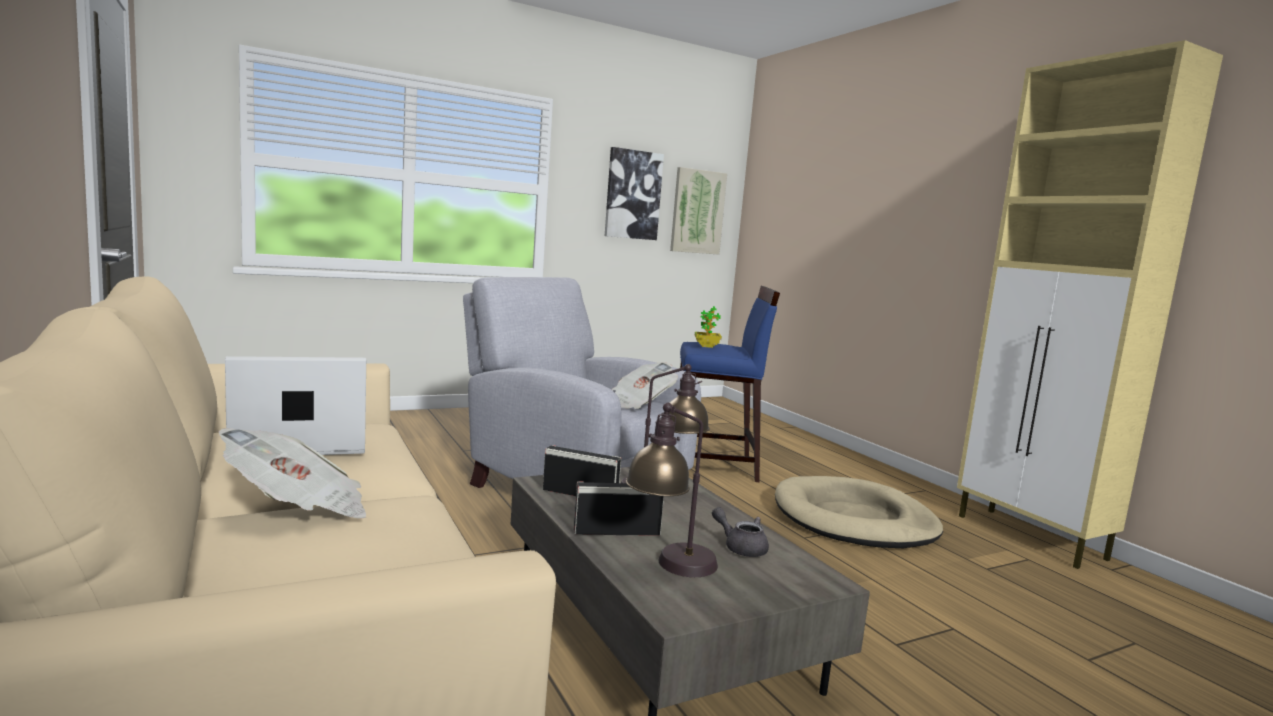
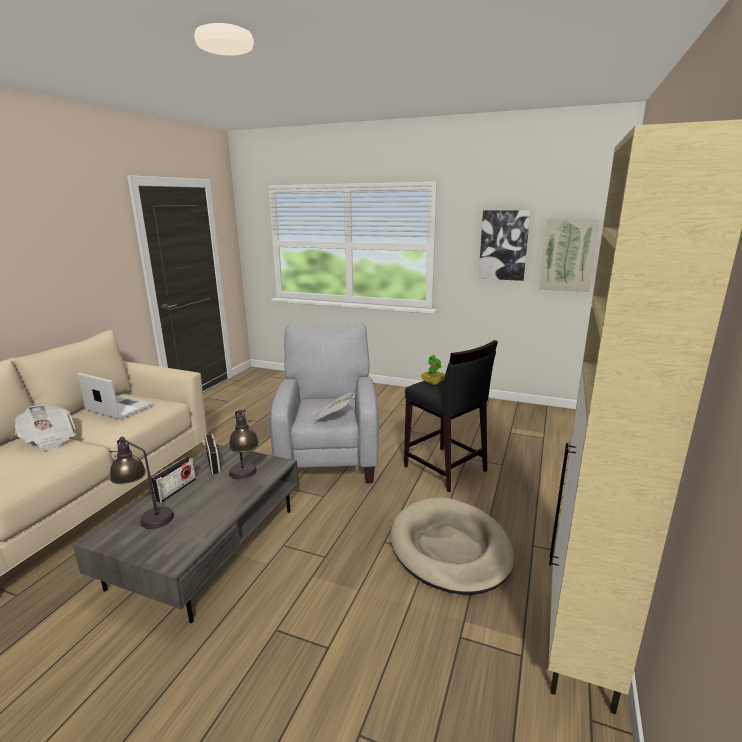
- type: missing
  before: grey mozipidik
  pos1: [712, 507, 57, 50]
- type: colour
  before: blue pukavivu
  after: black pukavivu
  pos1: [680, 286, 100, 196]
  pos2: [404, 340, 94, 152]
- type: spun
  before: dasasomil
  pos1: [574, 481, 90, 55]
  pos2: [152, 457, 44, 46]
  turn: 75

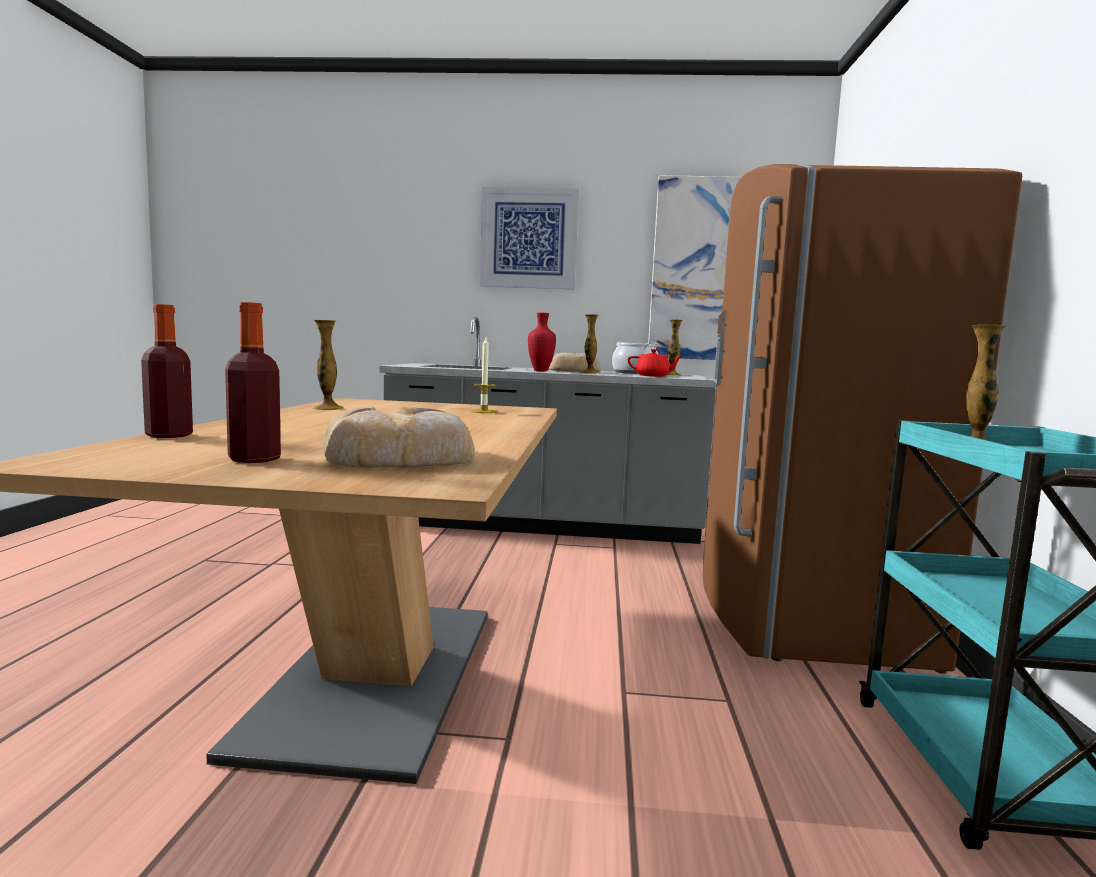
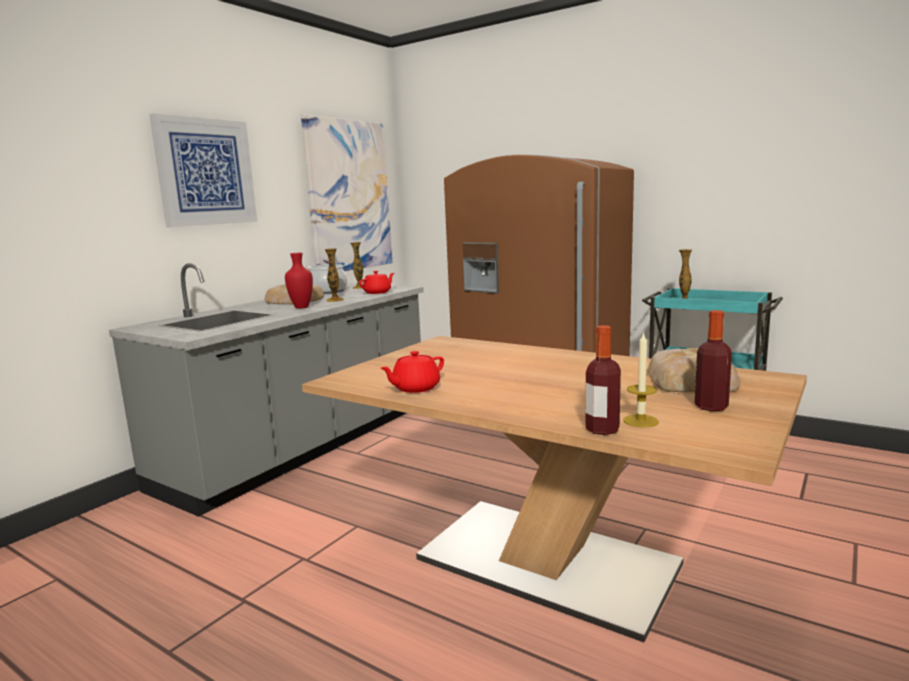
- type: relocated
  before: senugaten
  pos1: [470, 338, 28, 75]
  pos2: [624, 331, 35, 96]
- type: exchanged
  before: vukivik
  after: red mozipidik
  pos1: [312, 320, 32, 90]
  pos2: [381, 351, 63, 42]

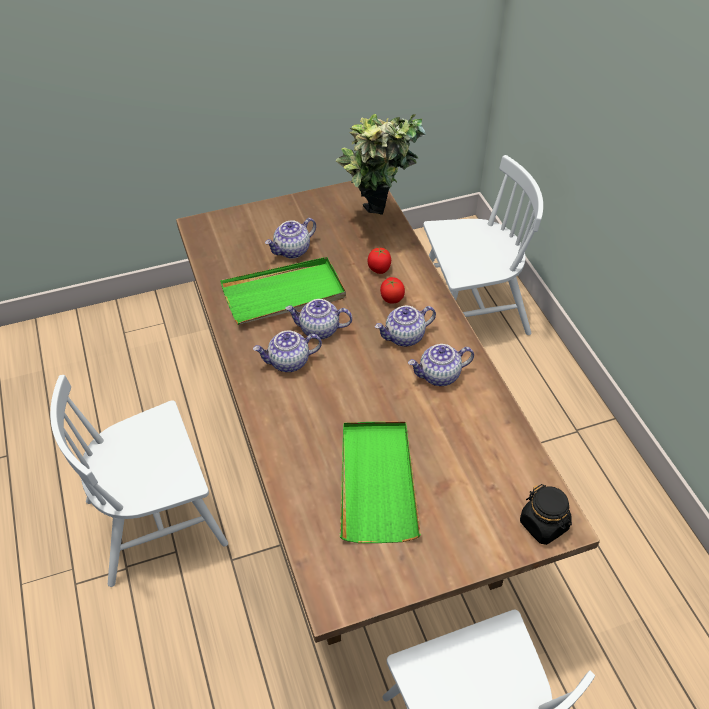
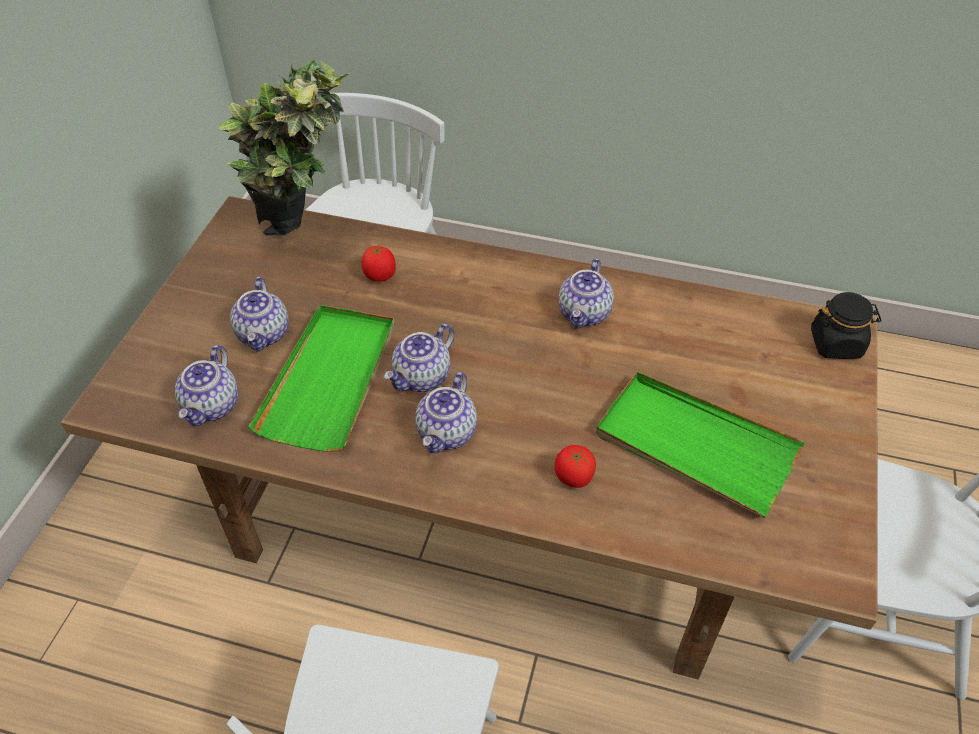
- type: relocated
  before: mozipidik
  pos1: [375, 306, 61, 41]
  pos2: [175, 345, 63, 81]
- type: relocated
  before: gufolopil
  pos1: [380, 277, 25, 27]
  pos2: [555, 445, 41, 43]

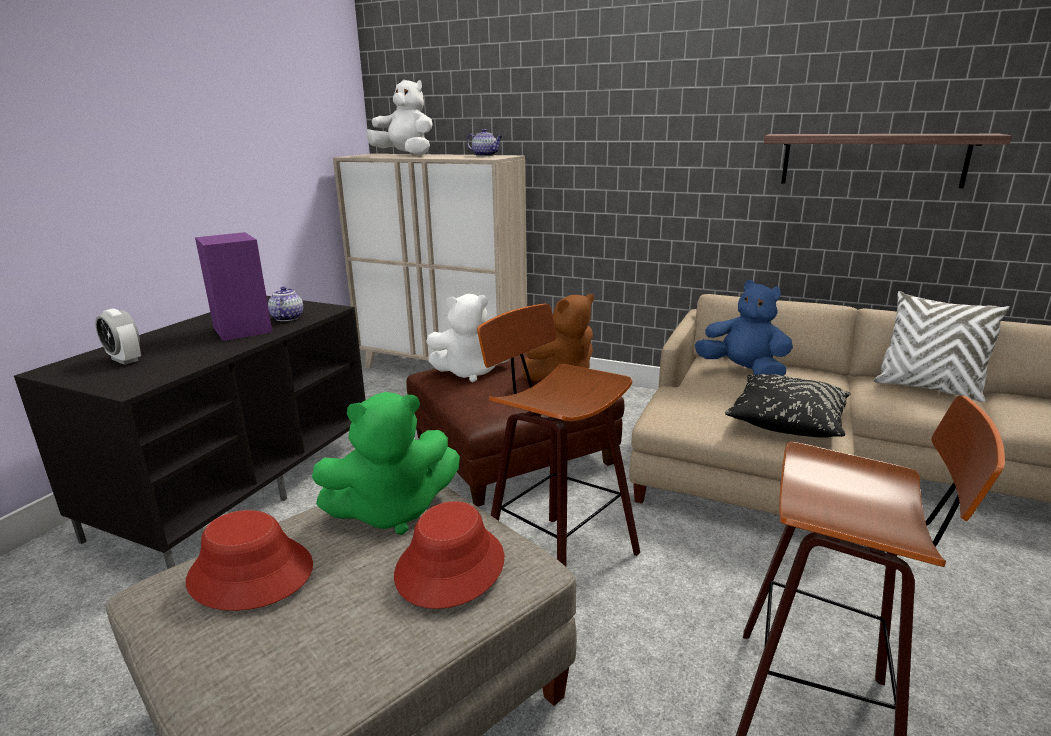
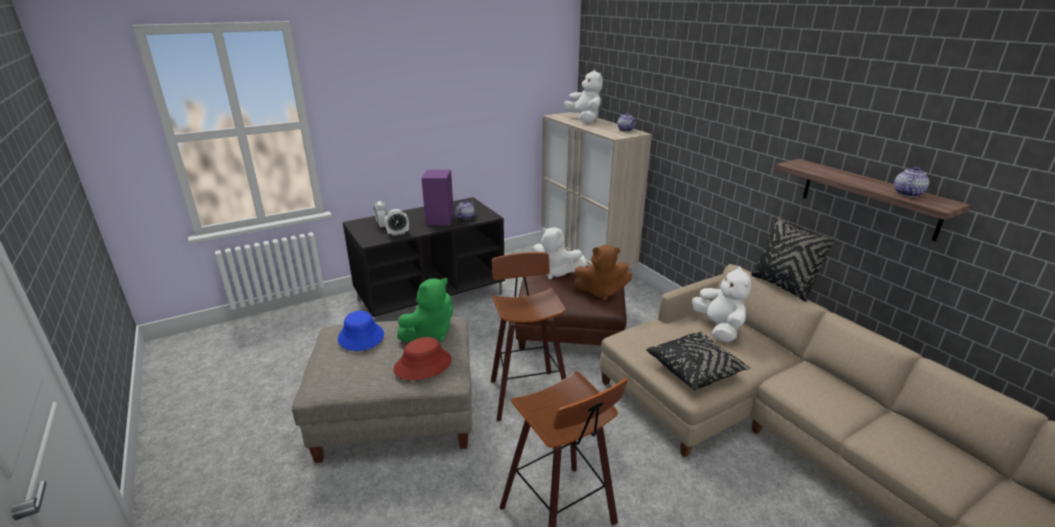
- type: missing
  before: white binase
  pos1: [874, 291, 136, 111]
- type: appeared
  after: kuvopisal
  pos2: [384, 209, 25, 27]
- type: appeared
  after: black binase
  pos2: [751, 217, 85, 85]
- type: appeared
  after: mozipidik
  pos2: [894, 167, 35, 30]
- type: colour
  before: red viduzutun
  after: blue viduzutun
  pos1: [186, 510, 127, 101]
  pos2: [338, 311, 46, 40]
- type: colour
  before: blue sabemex
  after: white sabemex
  pos1: [695, 280, 98, 96]
  pos2: [692, 266, 59, 77]
- type: spun
  before: green sabemex
  pos1: [312, 392, 148, 143]
  pos2: [397, 278, 56, 64]
  turn: -60

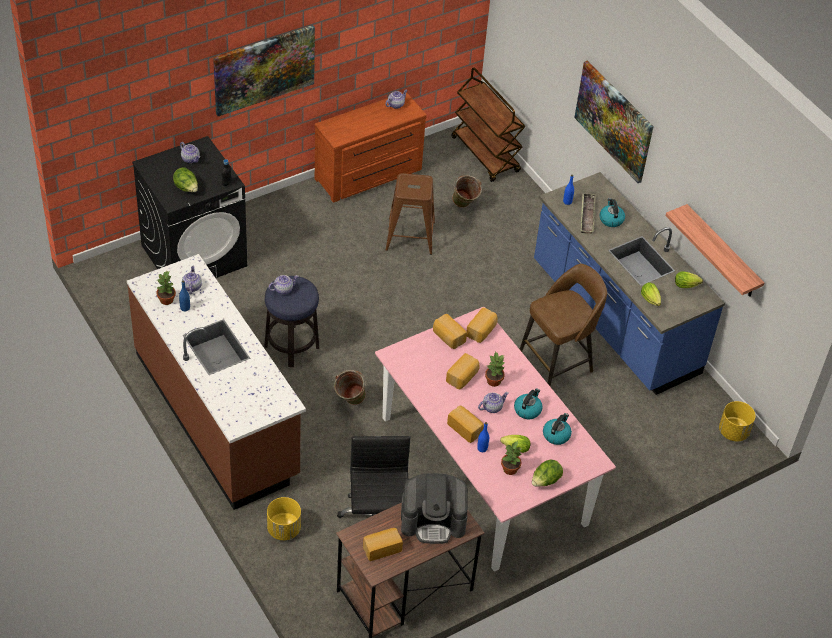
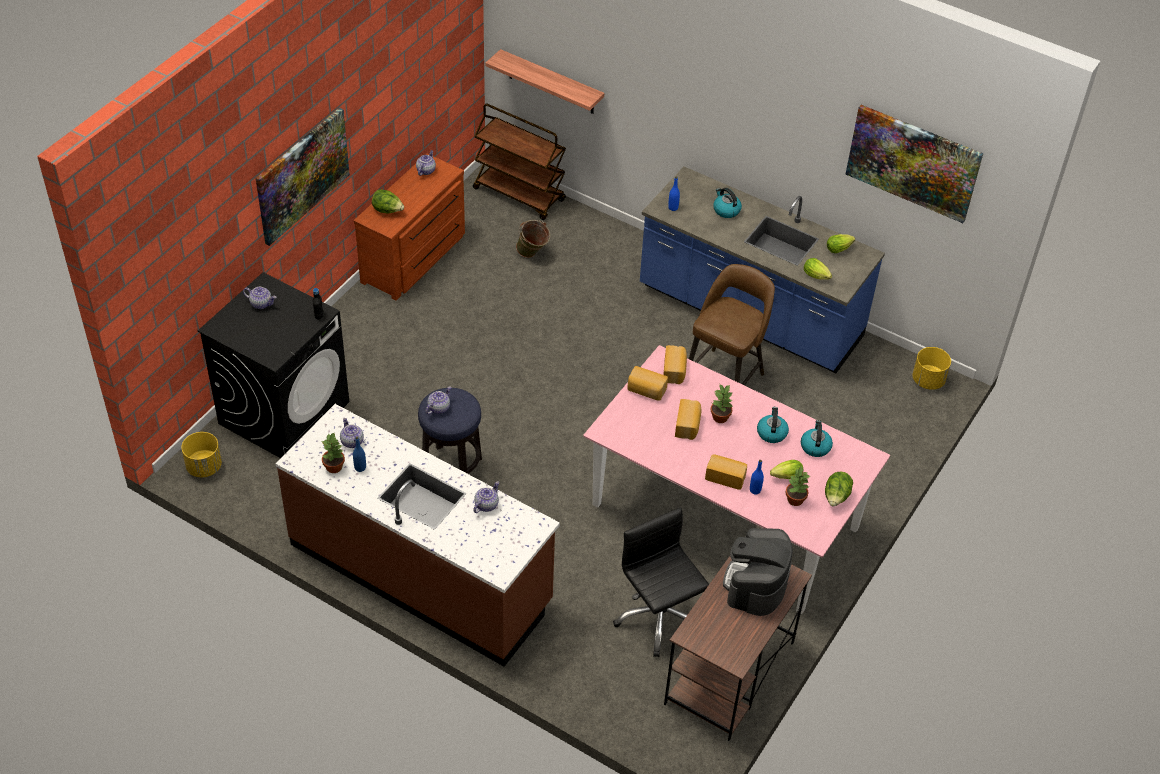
- type: missing
  before: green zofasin
  pos1: [334, 370, 32, 35]
- type: missing
  before: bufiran
  pos1: [363, 528, 40, 33]
- type: missing
  before: brown pukavivu
  pos1: [385, 173, 50, 82]
- type: missing
  before: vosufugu
  pos1: [581, 193, 14, 41]
- type: relocated
  before: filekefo
  pos1: [173, 167, 25, 25]
  pos2: [372, 189, 32, 24]
- type: relocated
  before: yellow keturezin
  pos1: [267, 497, 34, 43]
  pos2: [182, 432, 40, 46]
- type: relocated
  before: mozipidik
  pos1: [478, 392, 31, 21]
  pos2: [473, 481, 26, 32]
- type: relocated
  before: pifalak
  pos1: [574, 60, 80, 123]
  pos2: [846, 105, 137, 118]
- type: relocated
  before: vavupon
  pos1: [666, 204, 98, 93]
  pos2: [485, 49, 119, 65]
- type: spun
  before: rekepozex
  pos1: [401, 473, 67, 71]
  pos2: [723, 528, 69, 88]
  turn: 135

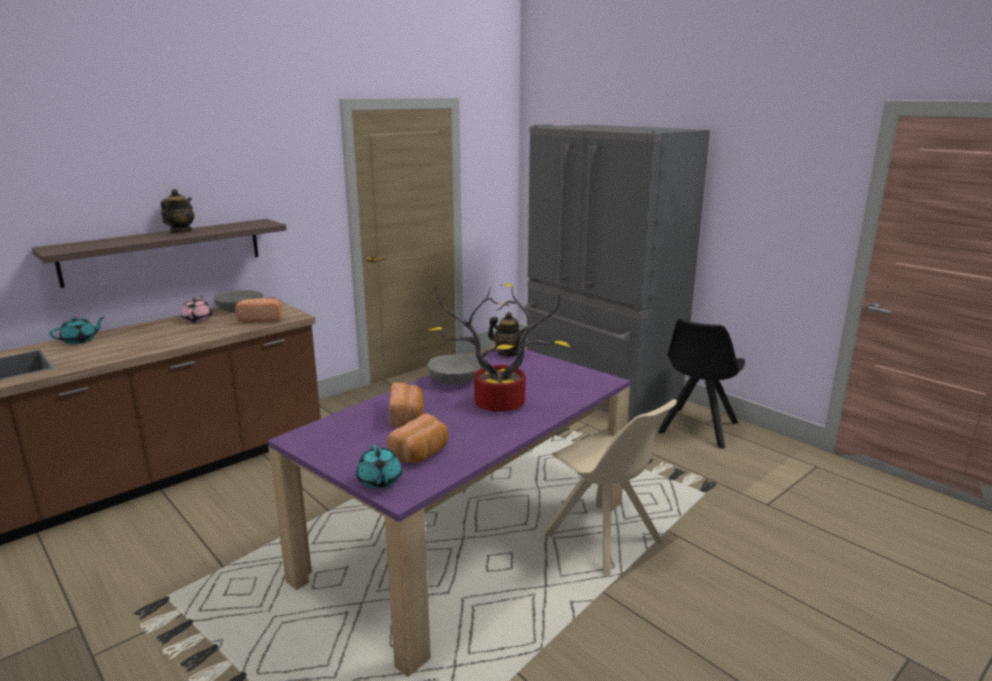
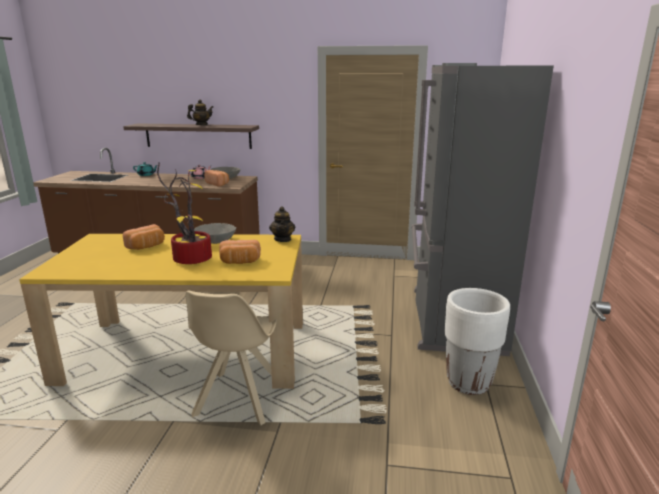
- type: missing
  before: turquoise mozipidik
  pos1: [356, 445, 46, 44]
- type: relocated
  before: bufiran
  pos1: [387, 413, 61, 50]
  pos2: [219, 240, 42, 24]
- type: exchanged
  before: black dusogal
  after: white keturezin
  pos1: [658, 318, 87, 131]
  pos2: [445, 288, 65, 107]
- type: colour
  before: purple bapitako
  after: yellow bapitako
  pos1: [268, 347, 363, 330]
  pos2: [19, 234, 284, 155]

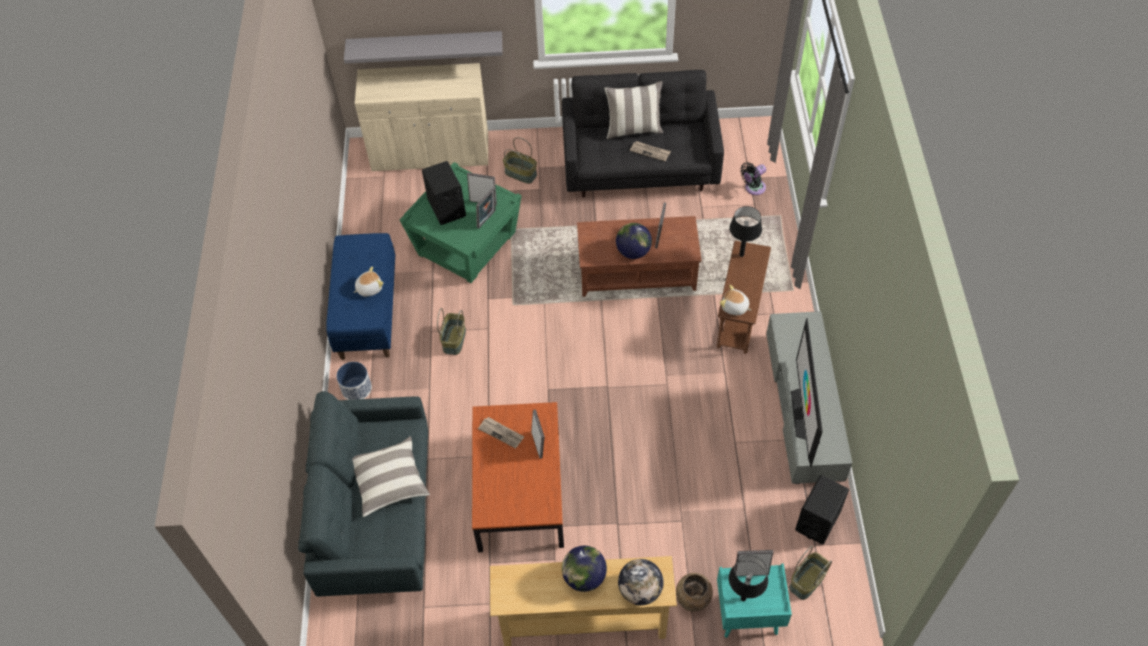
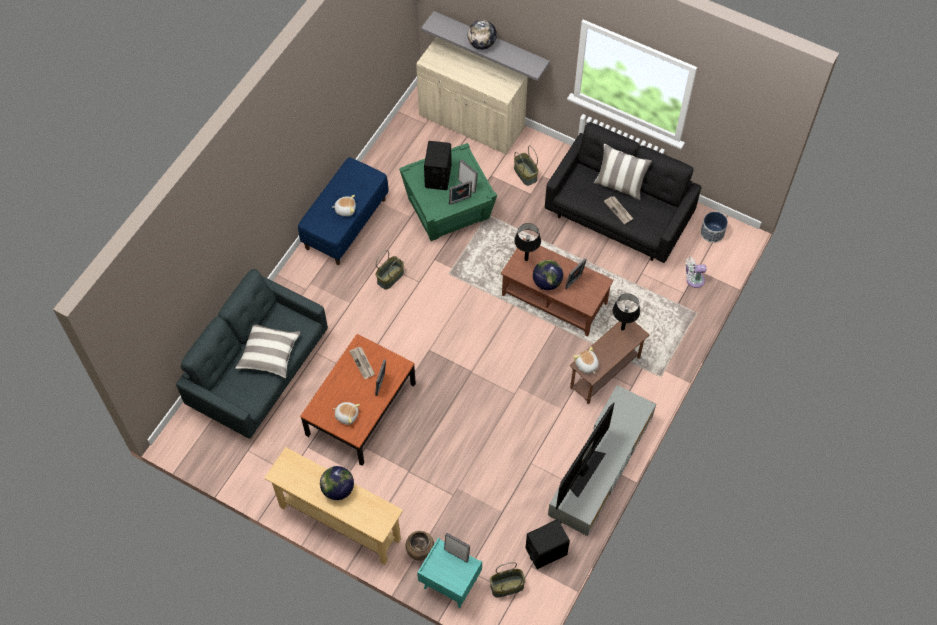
- type: appeared
  after: sabemex
  pos2: [333, 402, 27, 23]
- type: relocated
  before: keturezin
  pos1: [336, 362, 36, 38]
  pos2: [701, 212, 27, 31]
- type: relocated
  before: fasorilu
  pos1: [618, 559, 46, 46]
  pos2: [468, 20, 29, 30]
- type: relocated
  before: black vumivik
  pos1: [729, 555, 39, 46]
  pos2: [514, 223, 27, 38]
- type: colour
  before: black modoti
  after: white modoti
  pos1: [740, 162, 26, 33]
  pos2: [685, 257, 21, 31]

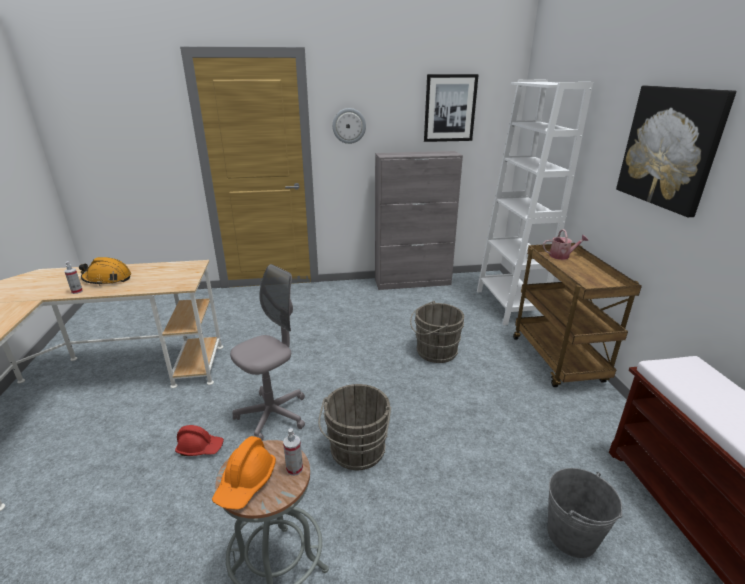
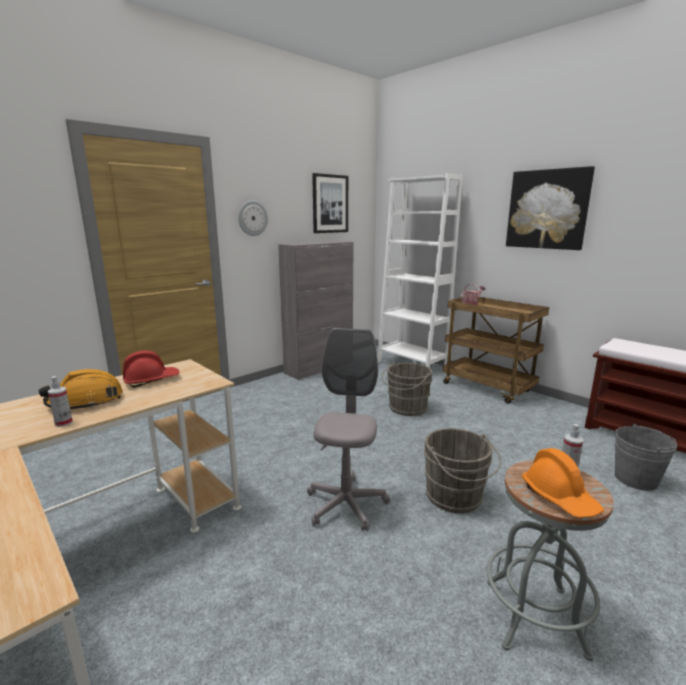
- type: relocated
  before: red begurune
  pos1: [175, 425, 49, 31]
  pos2: [123, 351, 56, 37]

